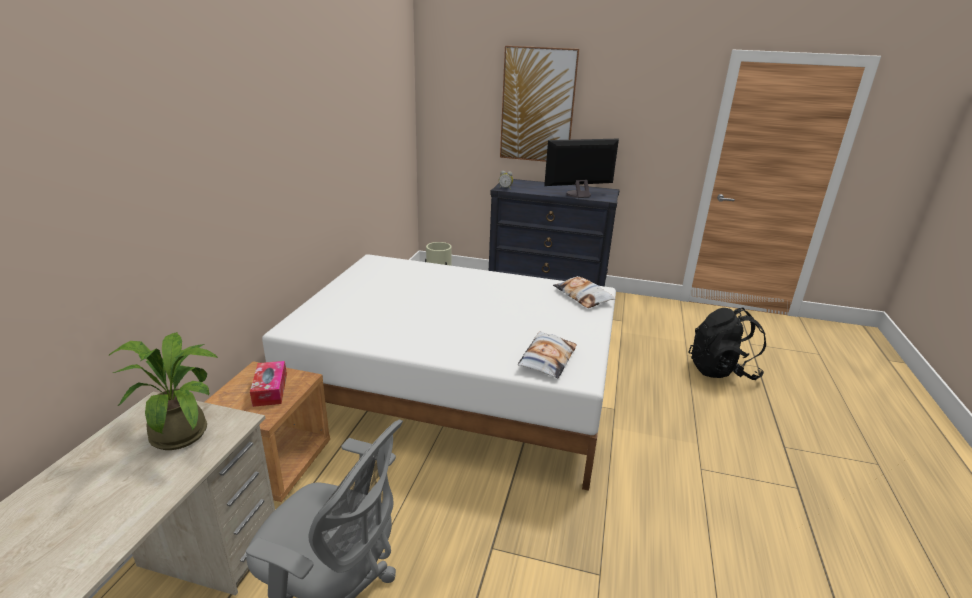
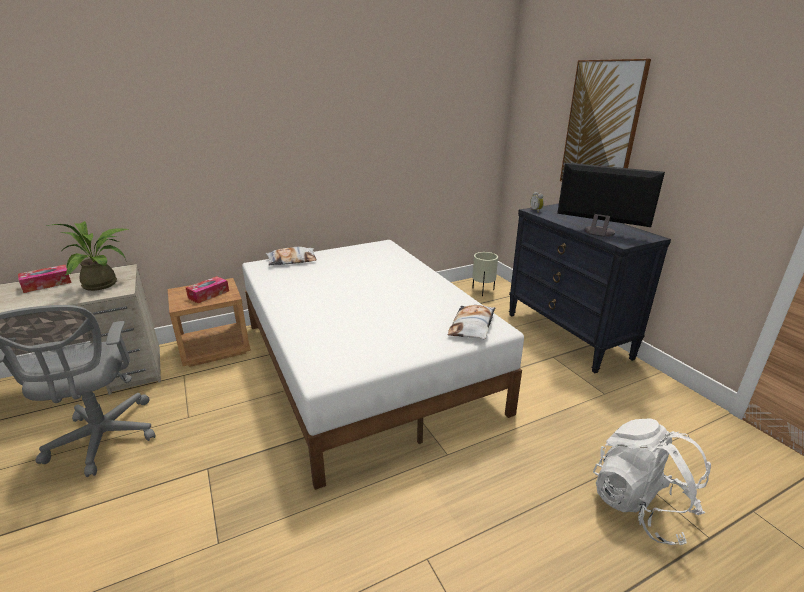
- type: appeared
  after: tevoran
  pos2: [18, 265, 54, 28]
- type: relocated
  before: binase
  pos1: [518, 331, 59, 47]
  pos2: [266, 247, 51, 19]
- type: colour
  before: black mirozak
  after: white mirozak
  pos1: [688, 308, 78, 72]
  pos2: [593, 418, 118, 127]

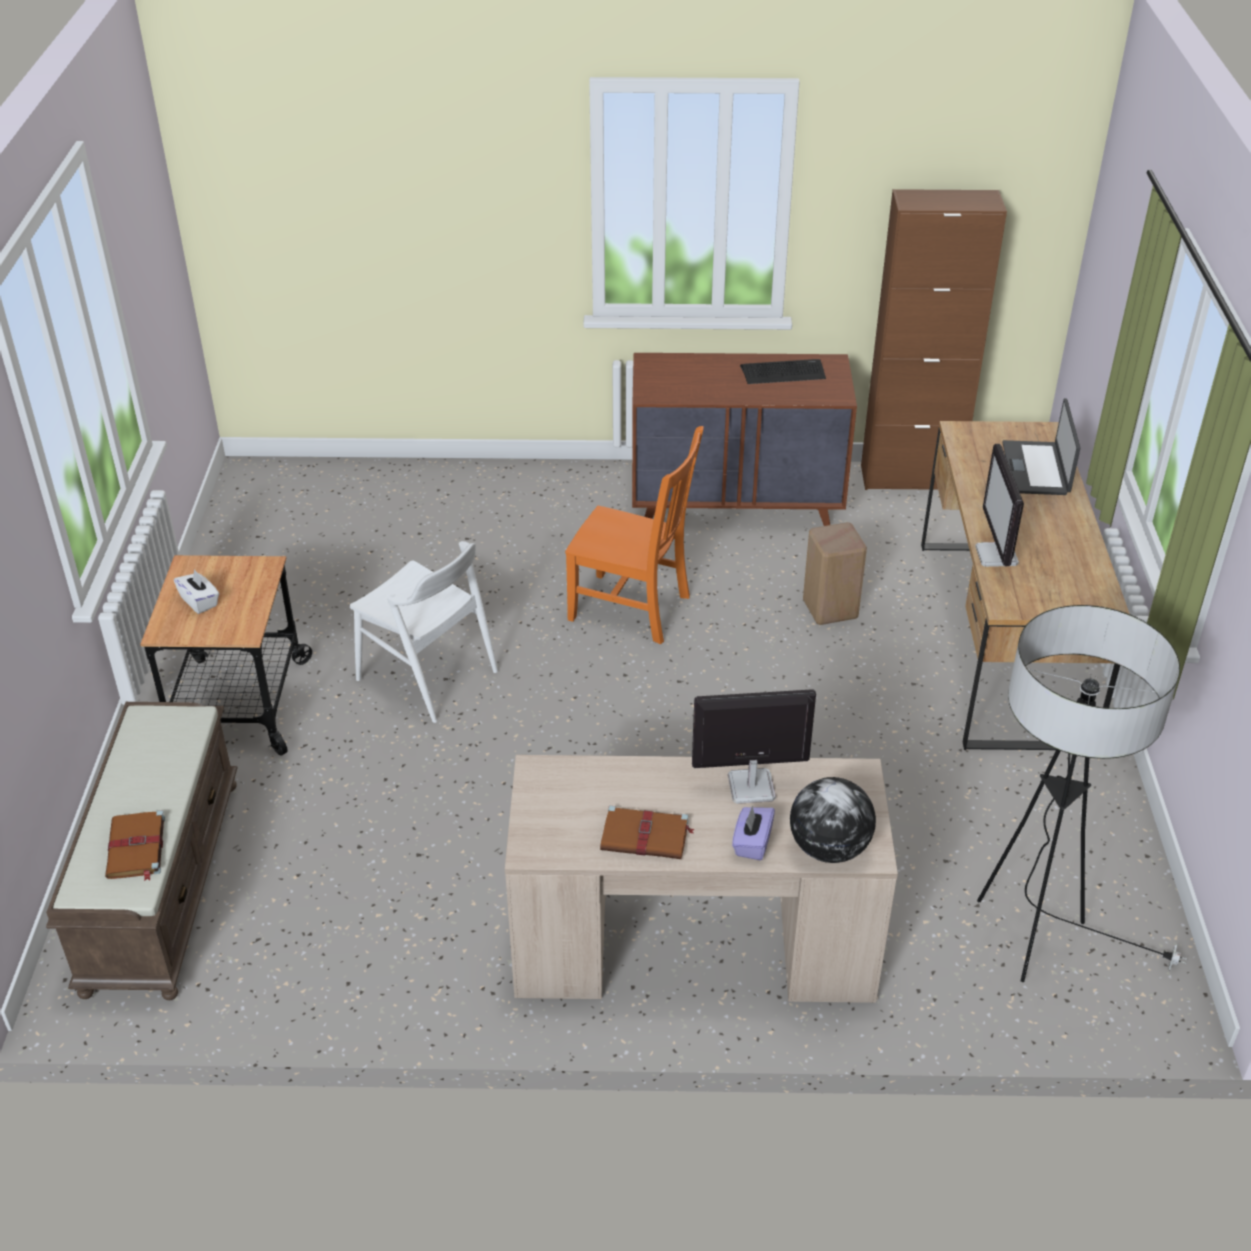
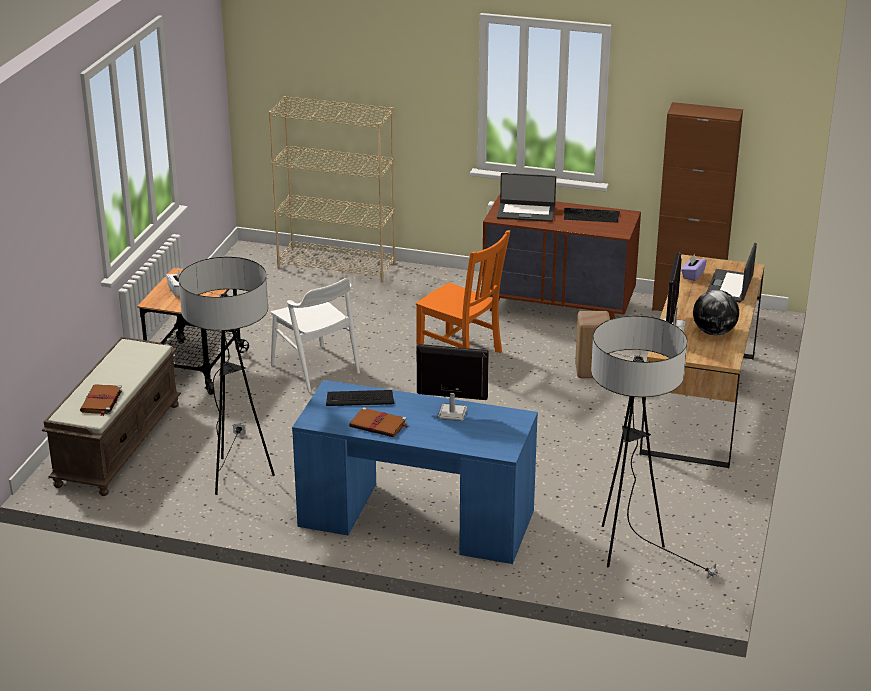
- type: appeared
  after: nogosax
  pos2: [179, 257, 96, 238]
- type: appeared
  after: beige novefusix
  pos2: [269, 96, 127, 186]
- type: appeared
  after: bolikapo
  pos2: [326, 390, 68, 16]
- type: appeared
  after: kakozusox
  pos2: [497, 173, 59, 49]
- type: relocated
  before: purple tevoran
  pos1: [732, 806, 43, 54]
  pos2: [681, 254, 26, 27]
- type: relocated
  before: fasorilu
  pos1: [790, 777, 86, 86]
  pos2: [693, 290, 46, 45]
- type: colour
  before: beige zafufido
  after: blue zafufido
  pos1: [505, 755, 393, 248]
  pos2: [292, 380, 246, 184]

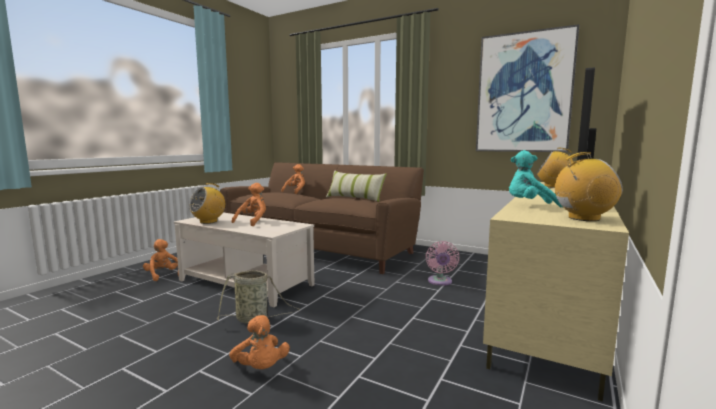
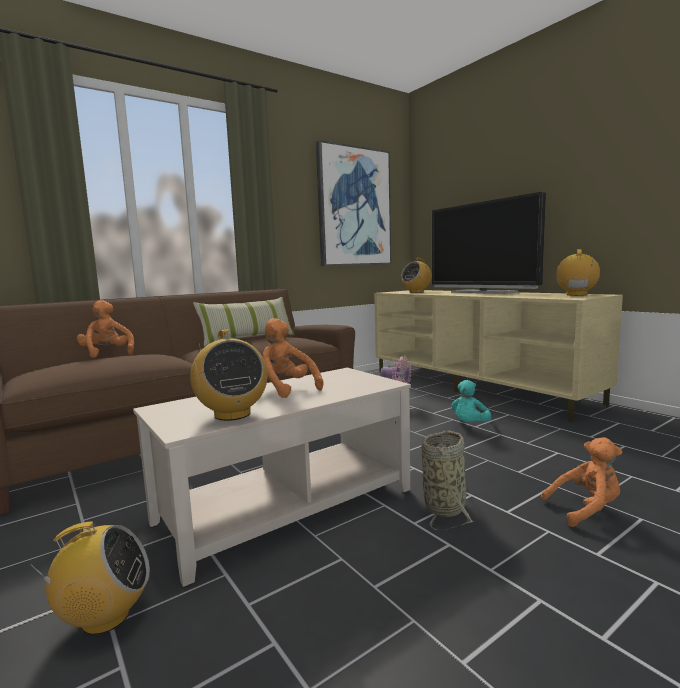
- type: relocated
  before: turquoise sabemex
  pos1: [509, 150, 53, 57]
  pos2: [451, 380, 40, 42]
- type: exchanged
  before: orange sabemex
  after: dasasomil
  pos1: [143, 239, 36, 42]
  pos2: [30, 522, 120, 113]

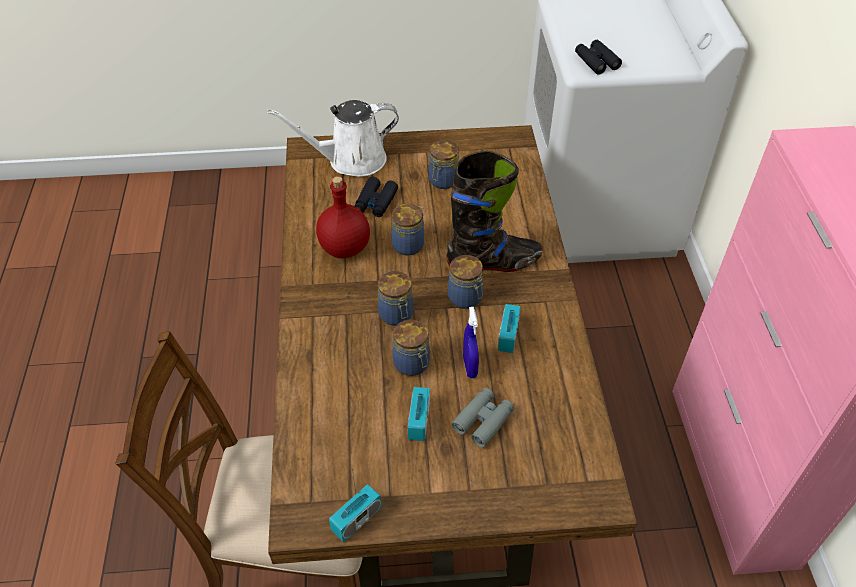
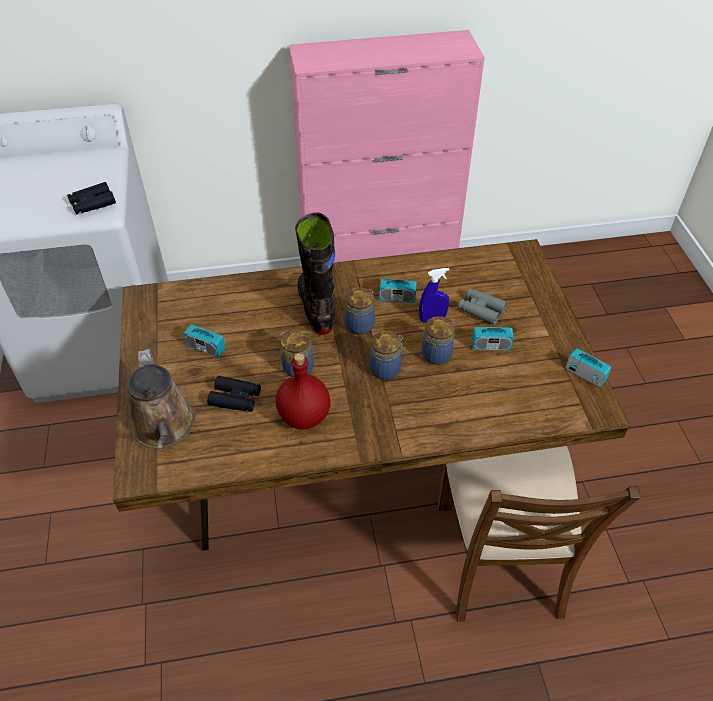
- type: exchanged
  before: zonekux
  after: dasasomil
  pos1: [429, 140, 30, 49]
  pos2: [184, 307, 41, 51]
- type: colour
  before: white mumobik
  after: brown mumobik
  pos1: [267, 100, 132, 77]
  pos2: [127, 349, 68, 102]

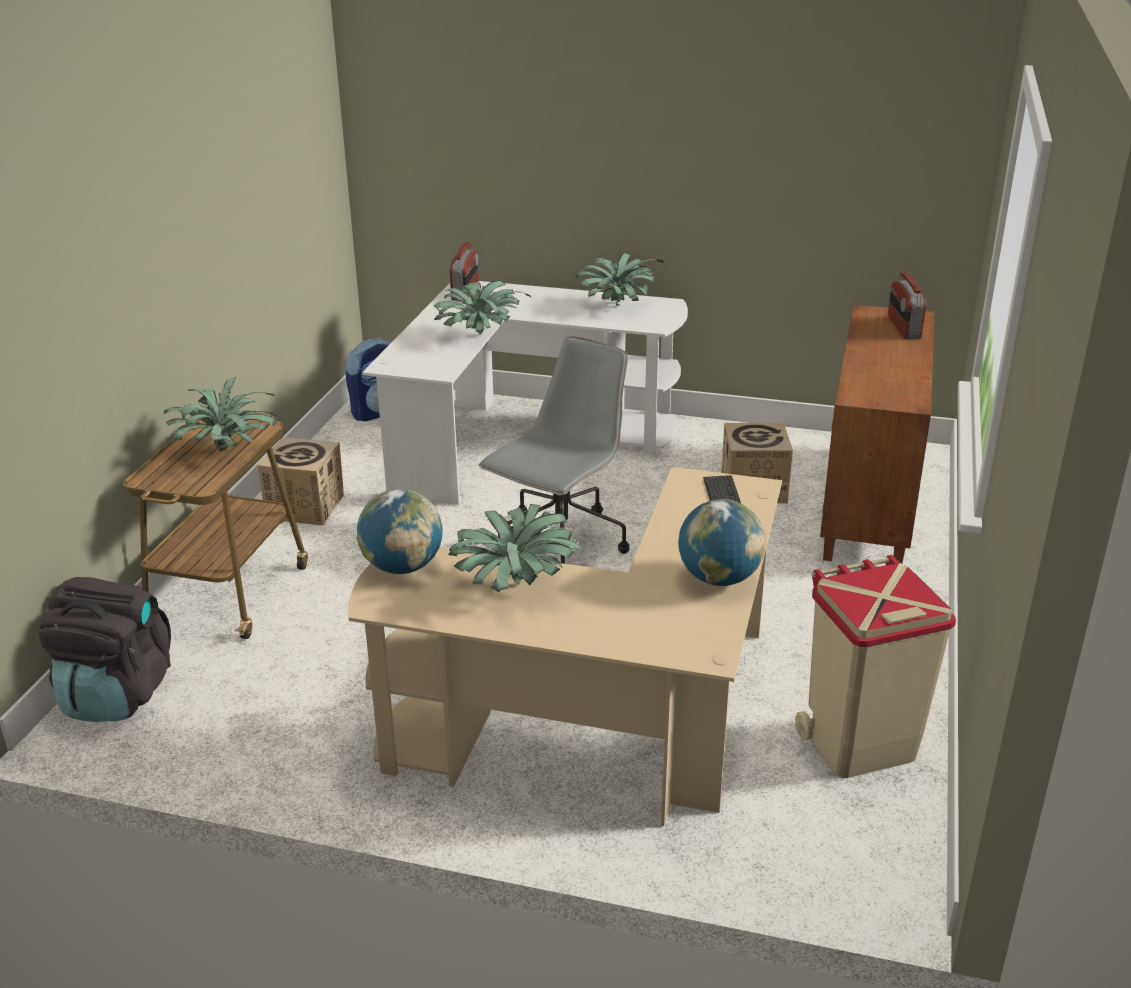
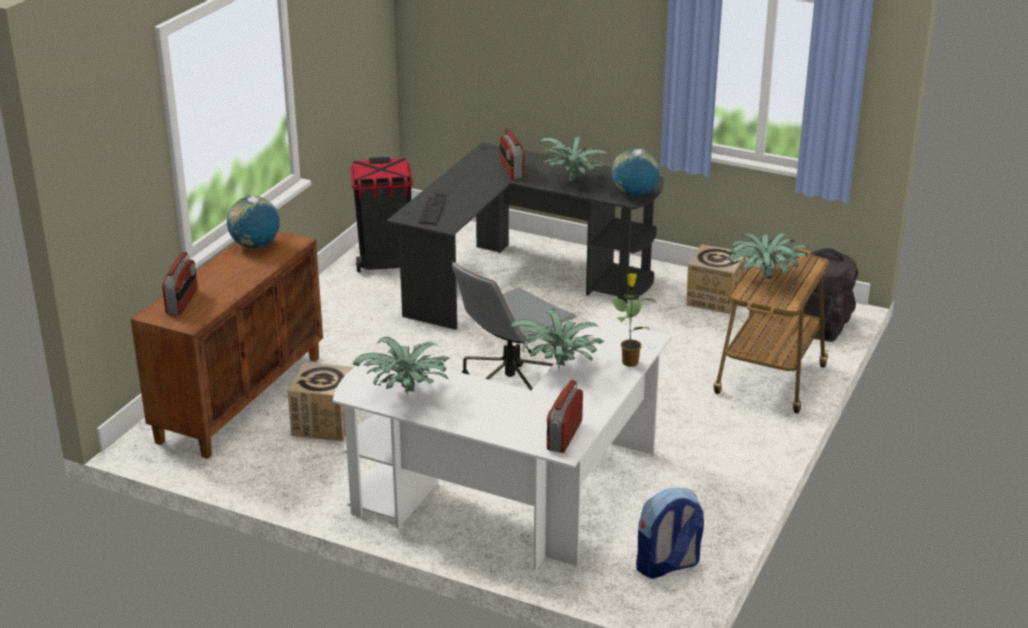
- type: appeared
  after: dasasomil
  pos2: [500, 129, 24, 50]
- type: appeared
  after: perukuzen
  pos2: [610, 273, 48, 94]
- type: relocated
  before: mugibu
  pos1: [258, 437, 86, 88]
  pos2: [686, 244, 60, 70]
- type: relocated
  before: fasorilu
  pos1: [678, 499, 88, 87]
  pos2: [227, 196, 53, 52]
- type: colour
  before: beige zafufido
  after: black zafufido
  pos1: [348, 467, 434, 359]
  pos2: [387, 142, 277, 188]
- type: colour
  before: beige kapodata
  after: black kapodata
  pos1: [795, 555, 161, 223]
  pos2: [350, 157, 63, 115]

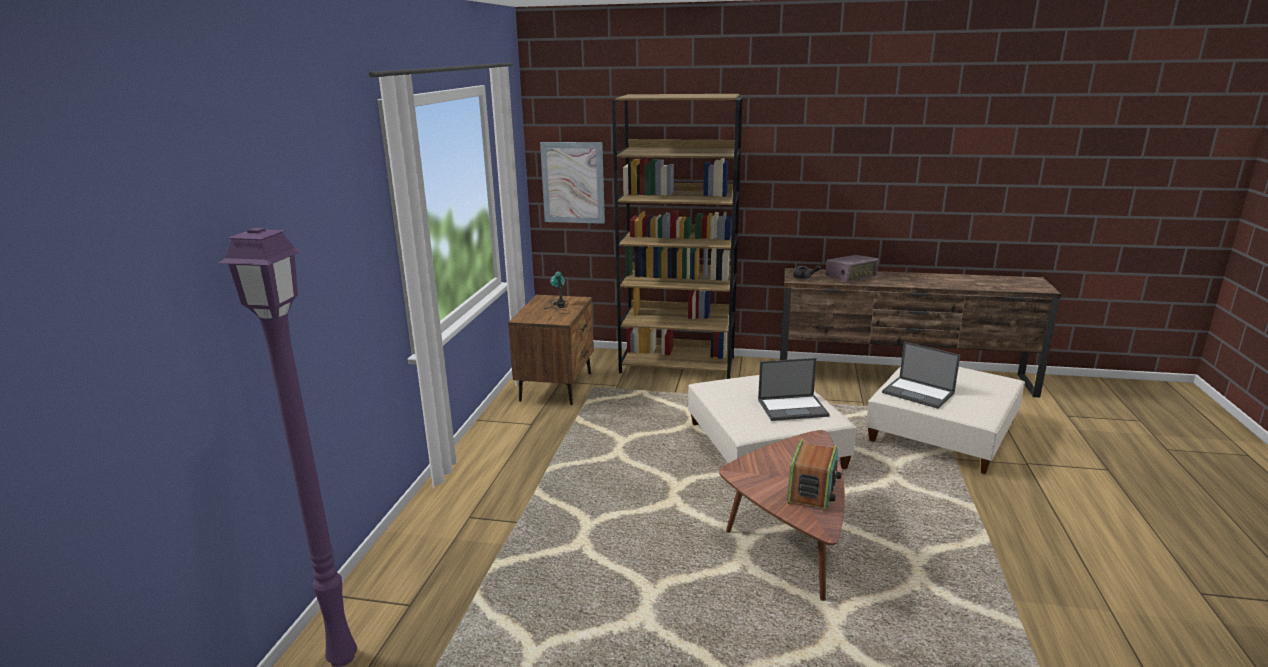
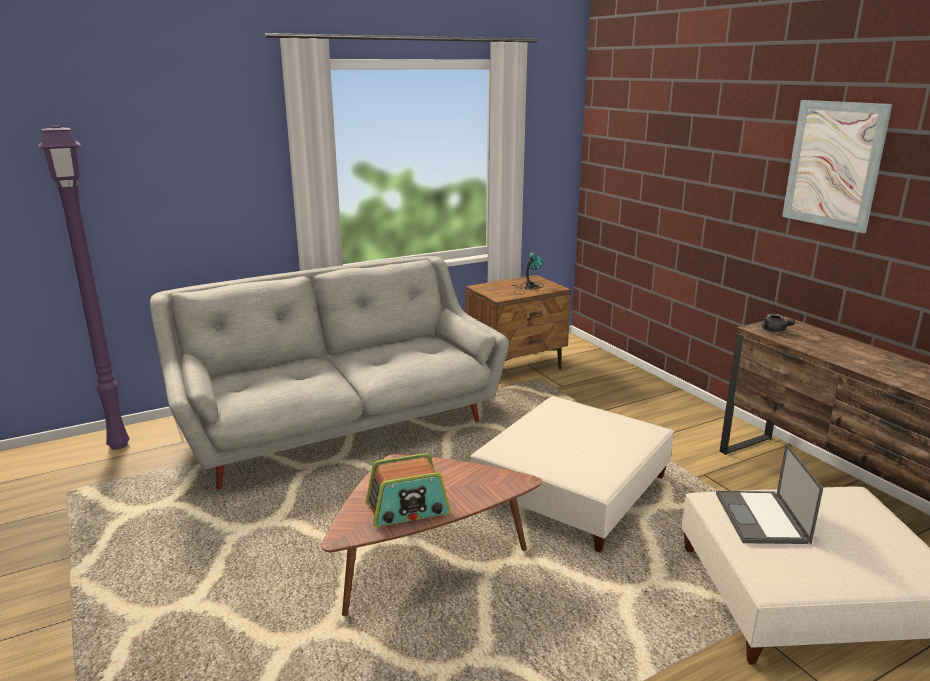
- type: missing
  before: brown novefusix
  pos1: [612, 94, 131, 285]
- type: missing
  before: kakozusox
  pos1: [758, 358, 71, 63]
- type: missing
  before: dasasomil
  pos1: [825, 255, 54, 27]
- type: appeared
  after: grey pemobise
  pos2: [150, 256, 359, 233]
- type: relocated
  before: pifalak
  pos1: [540, 142, 65, 82]
  pos2: [782, 100, 110, 133]

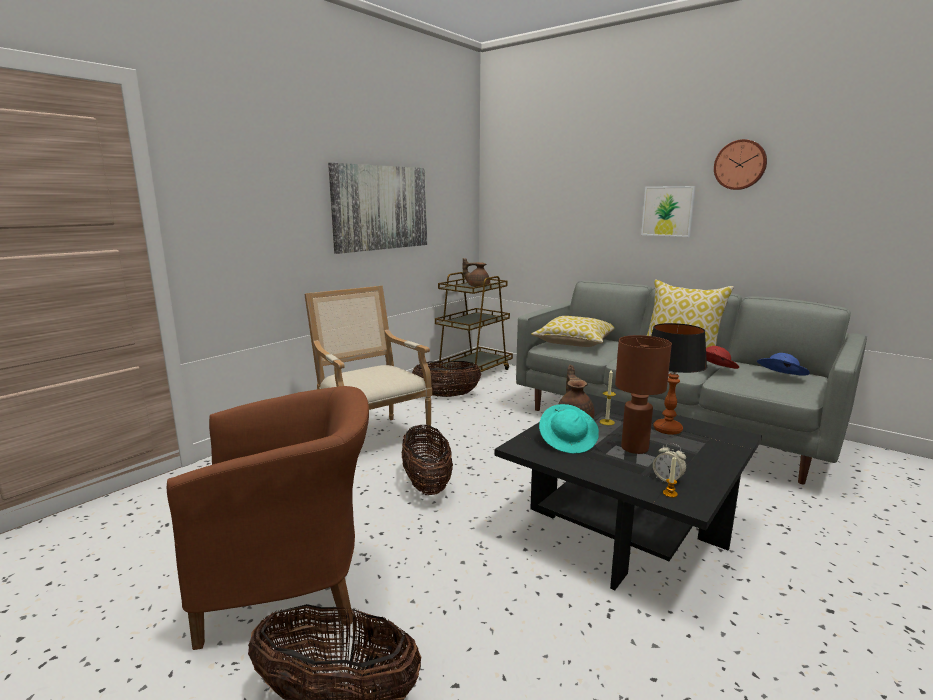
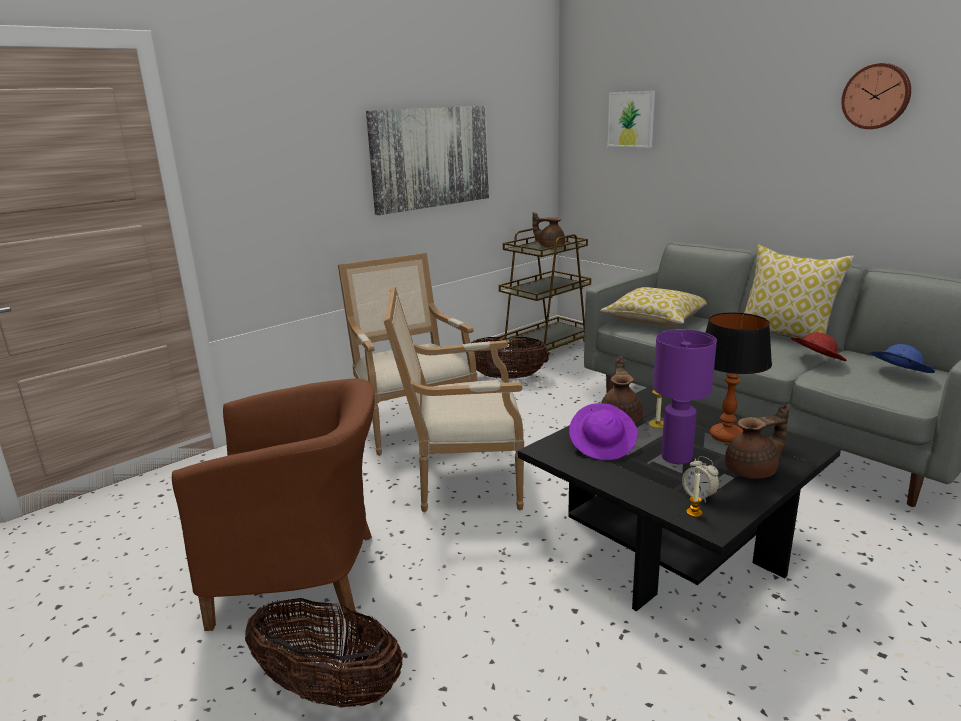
- type: appeared
  after: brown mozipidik
  pos2: [725, 404, 64, 75]
- type: relocated
  before: pifalak
  pos1: [641, 186, 55, 51]
  pos2: [608, 91, 47, 57]
- type: exchanged
  before: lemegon
  after: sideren
  pos1: [401, 425, 52, 70]
  pos2: [384, 287, 140, 225]
- type: colour
  before: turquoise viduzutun
  after: purple viduzutun
  pos1: [539, 404, 60, 49]
  pos2: [569, 403, 69, 57]
- type: colour
  before: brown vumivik
  after: purple vumivik
  pos1: [615, 335, 57, 119]
  pos2: [653, 329, 64, 135]

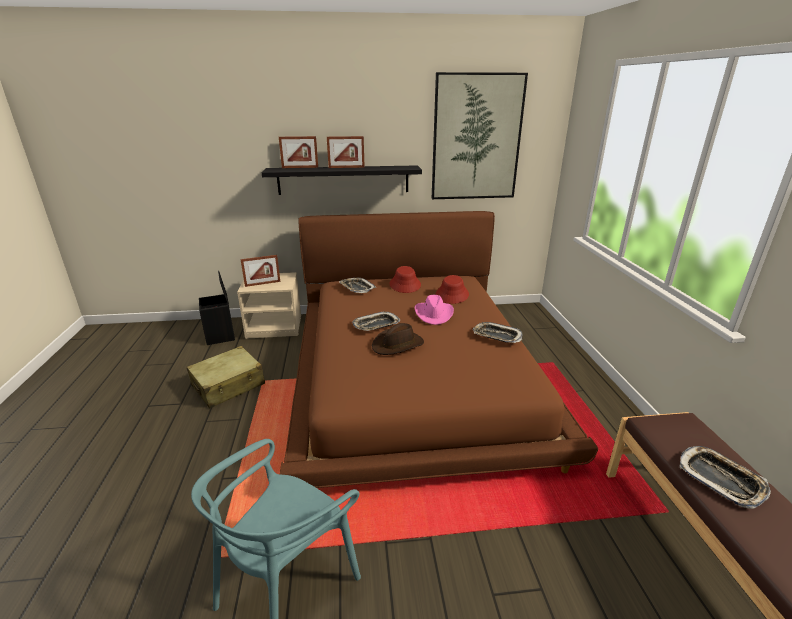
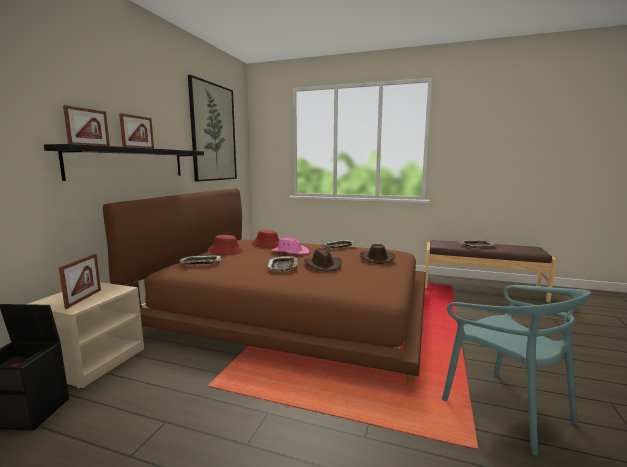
- type: missing
  before: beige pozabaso
  pos1: [187, 346, 78, 62]
- type: appeared
  after: brown viduzutun
  pos2: [360, 244, 35, 20]

